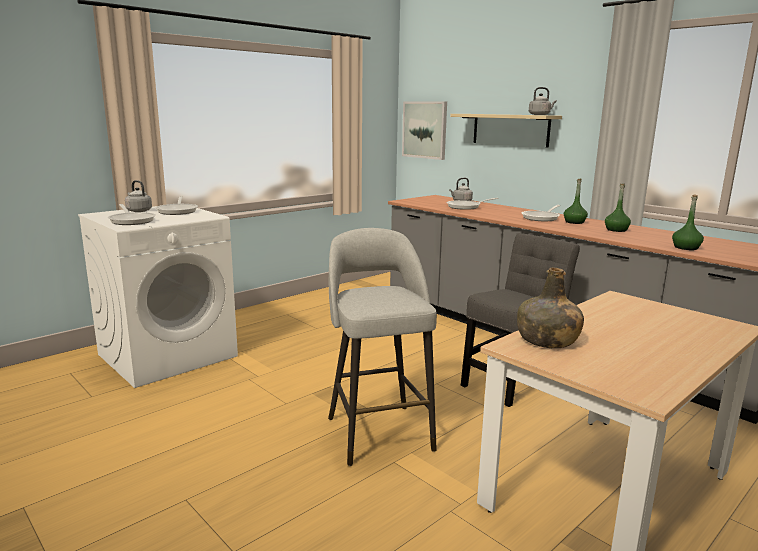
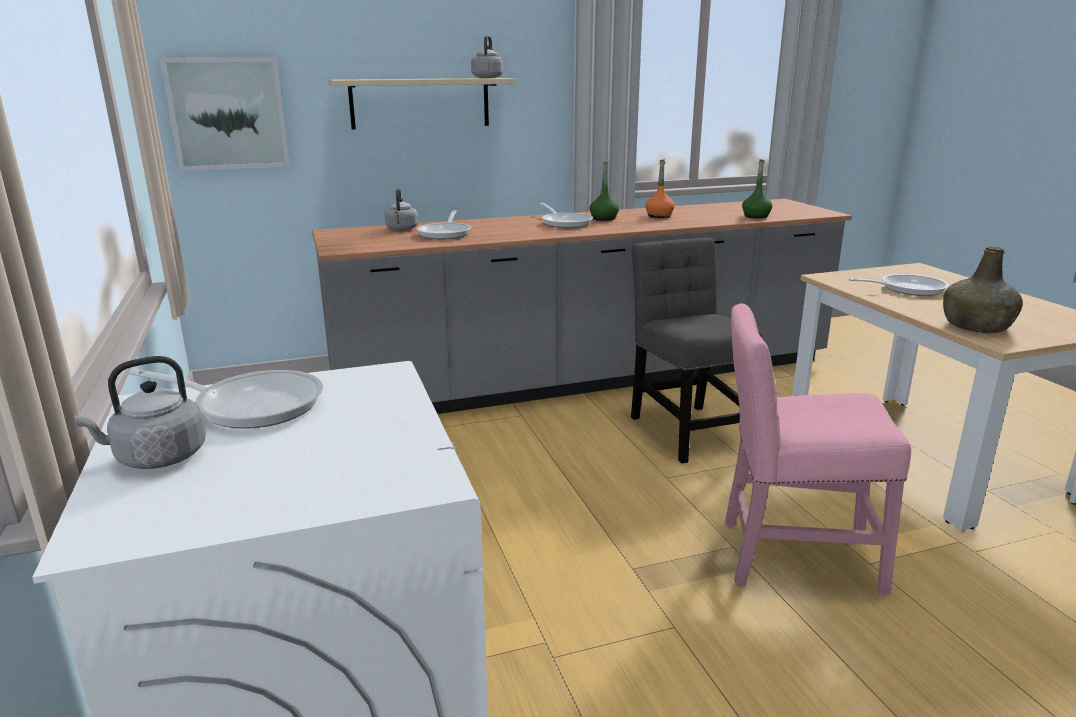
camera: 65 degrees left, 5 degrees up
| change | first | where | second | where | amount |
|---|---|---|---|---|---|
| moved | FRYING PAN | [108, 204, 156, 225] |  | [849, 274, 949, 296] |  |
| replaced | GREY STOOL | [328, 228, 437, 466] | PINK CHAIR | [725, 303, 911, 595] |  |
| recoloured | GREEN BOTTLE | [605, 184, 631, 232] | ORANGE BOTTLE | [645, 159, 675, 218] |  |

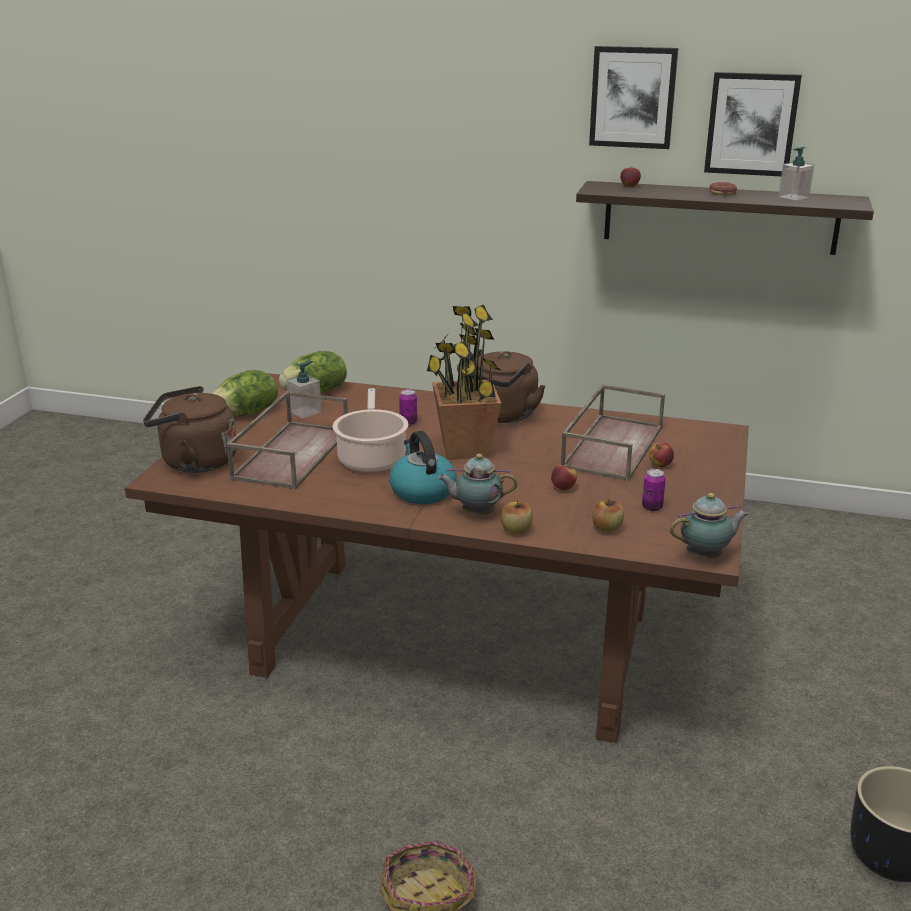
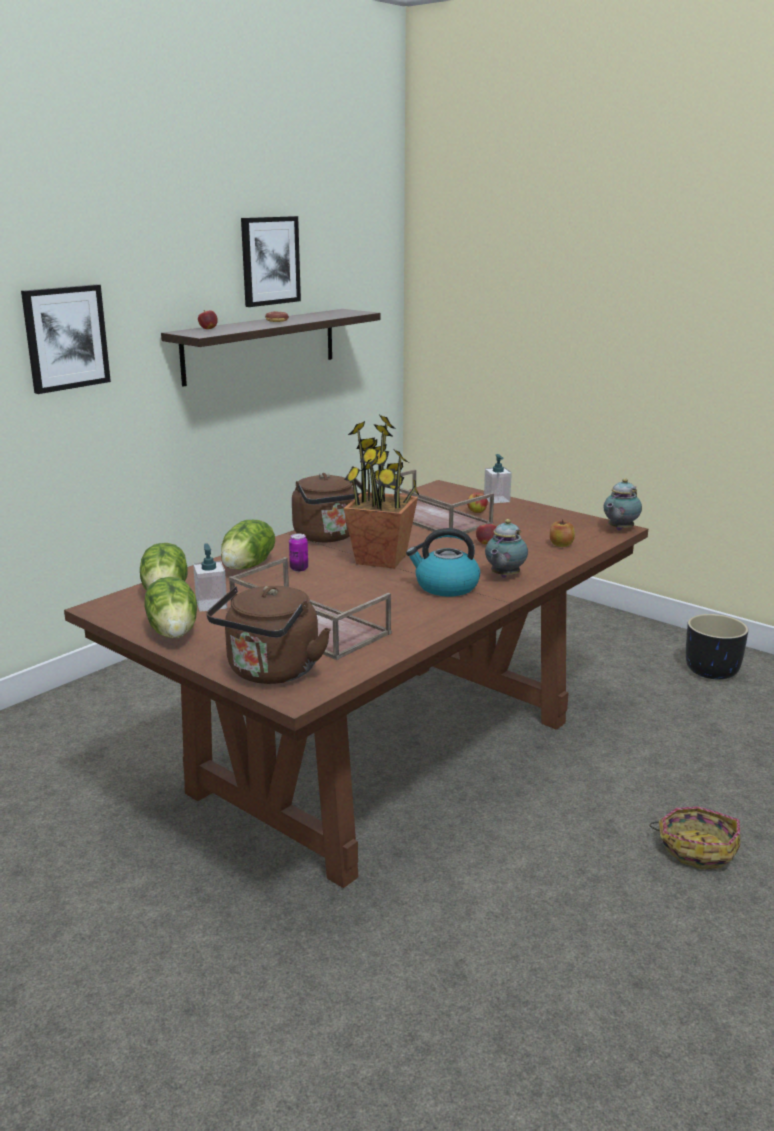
camera: 65 degrees left, 5 degrees down
| change | first | where | second | where | amount |
|---|---|---|---|---|---|
| removed | COOKING POT | [333, 388, 408, 472] |  |  |  |
| removed | APPLE | [501, 500, 532, 535] |  |  |  |
| removed | CAN | [642, 469, 666, 511] |  |  |  |
| added |  |  | LETTUCE | [221, 520, 275, 569] |  |
| moved | PICTURE | [589, 46, 678, 149] |  | [21, 284, 111, 394] |  |
| moved | SOAP DISPENSER | [778, 147, 814, 201] |  | [484, 454, 512, 503] |  |
| turned | TEAPOT | [670, 493, 749, 559] |  | [604, 478, 642, 531] | 150 degrees counterclockwise |

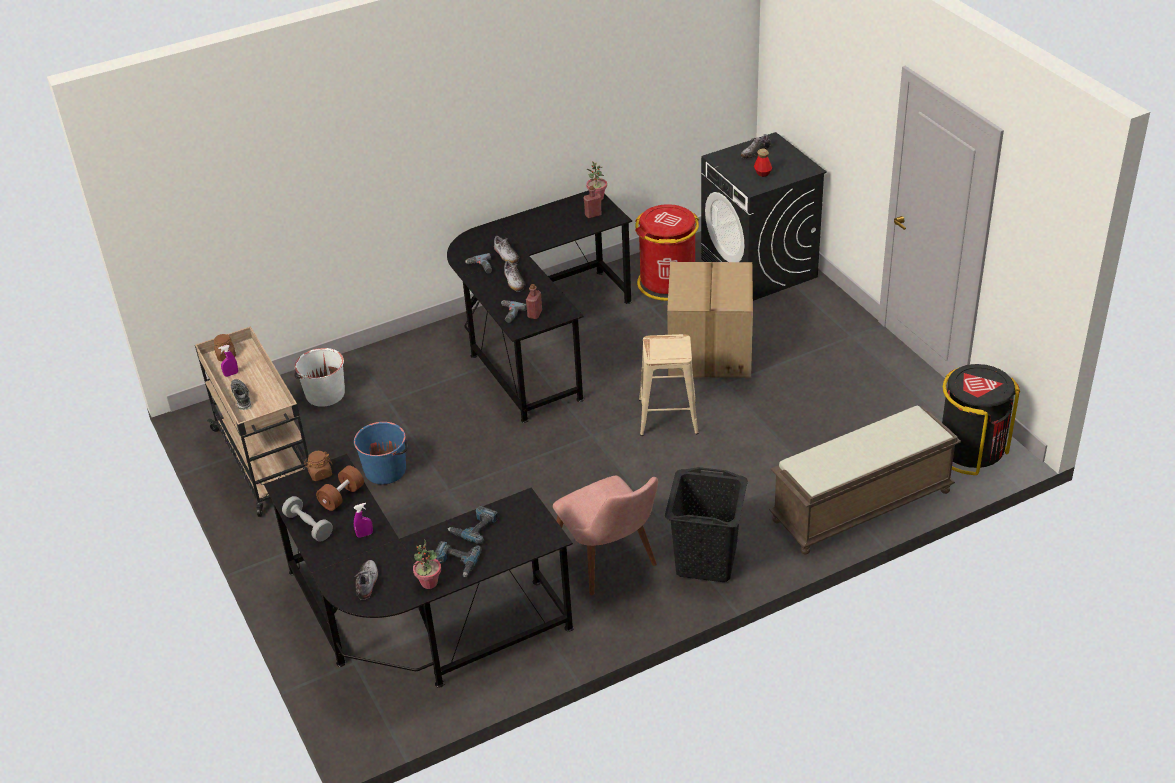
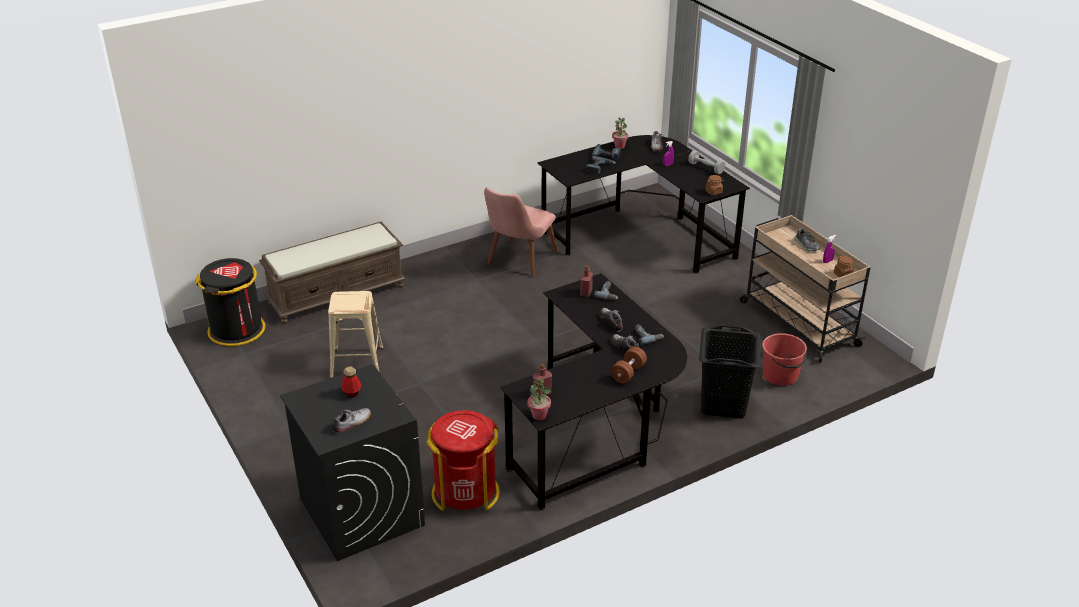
camera: 175 degrees right, 5 degrees down
| change | first | where | second | where | amount |
|---|---|---|---|---|---|
| removed | BLUE BUCKET | [354, 422, 408, 484] |  |  |  |
| removed | CARDBOARD BOX | [667, 262, 753, 378] |  |  |  |
| moved | BROWN DUMBBELL | [316, 465, 364, 511] |  | [611, 347, 647, 384] |  |
| moved | BEIGE STOOL | [639, 334, 698, 436] |  | [328, 291, 383, 378] |  |
| moved | BLACK LAUNDRY BASKET | [665, 467, 748, 582] |  | [699, 325, 761, 419] |  |
| recoloured | WHITE BUCKET | [294, 348, 345, 407] | RED BUCKET | [762, 333, 807, 386] |  |
| turned | PINK CHAIR | [553, 476, 658, 595] |  | [484, 187, 558, 277] | 120 degrees counterclockwise |

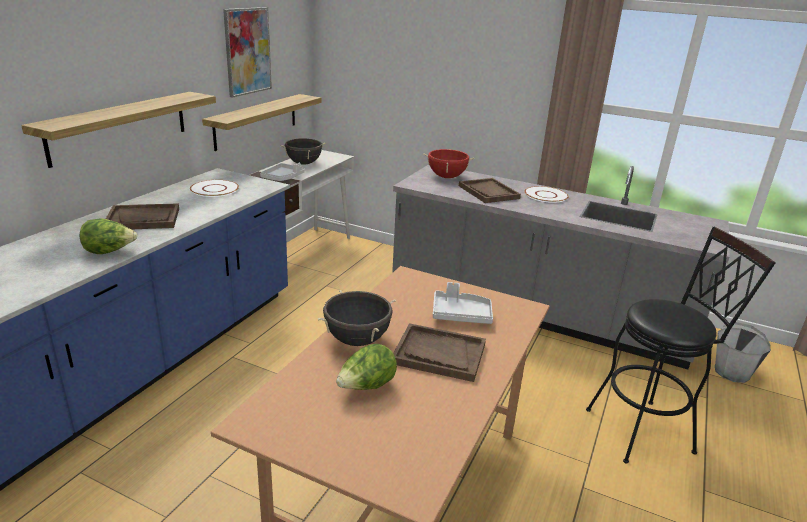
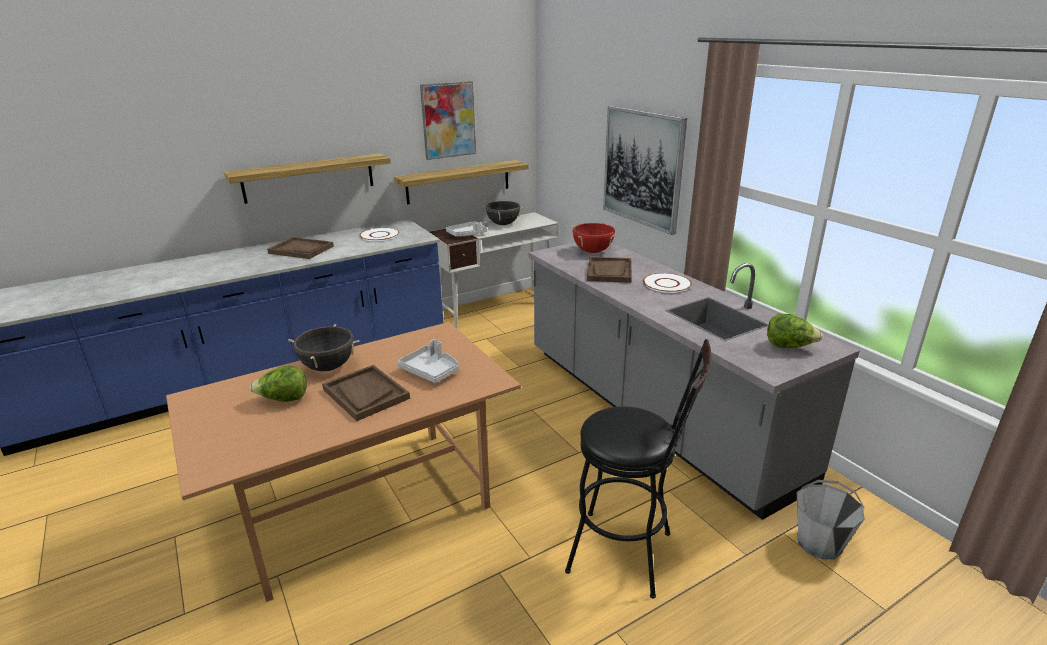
camera: 35 degrees right, 0 degrees up
| change | first | where | second | where | amount |
|---|---|---|---|---|---|
| added |  |  | PICTURE | [603, 106, 687, 235] |  |
| moved | LETTUCE | [80, 219, 137, 254] |  | [767, 314, 823, 348] |  |

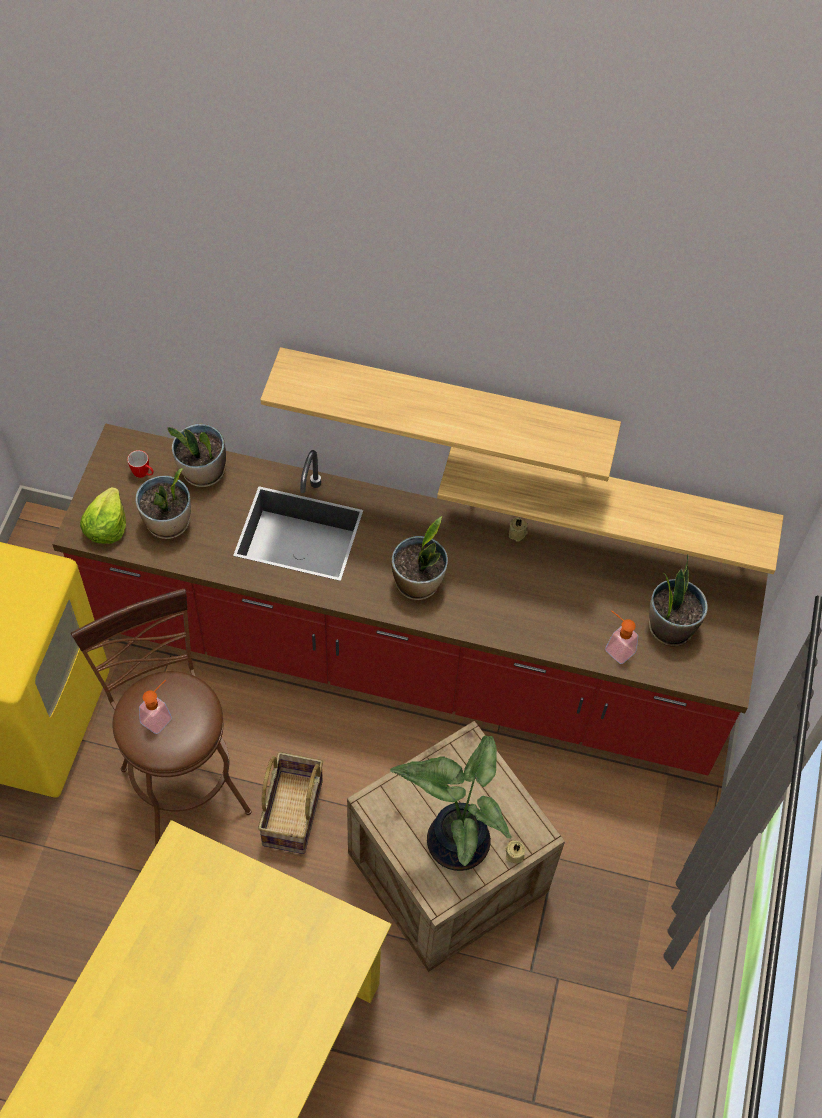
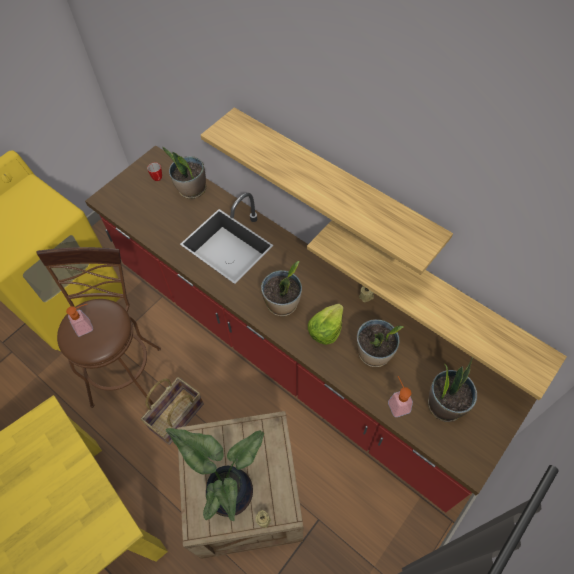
camera: 30 degrees right, 0 degrees up
| change | first | where | second | where | amount |
|---|---|---|---|---|---|
| moved | LETTUCE | [80, 487, 126, 544] |  | [308, 304, 344, 345] |  |
| moved | POTTED PLANT | [135, 468, 191, 539] |  | [357, 319, 404, 367] |  |

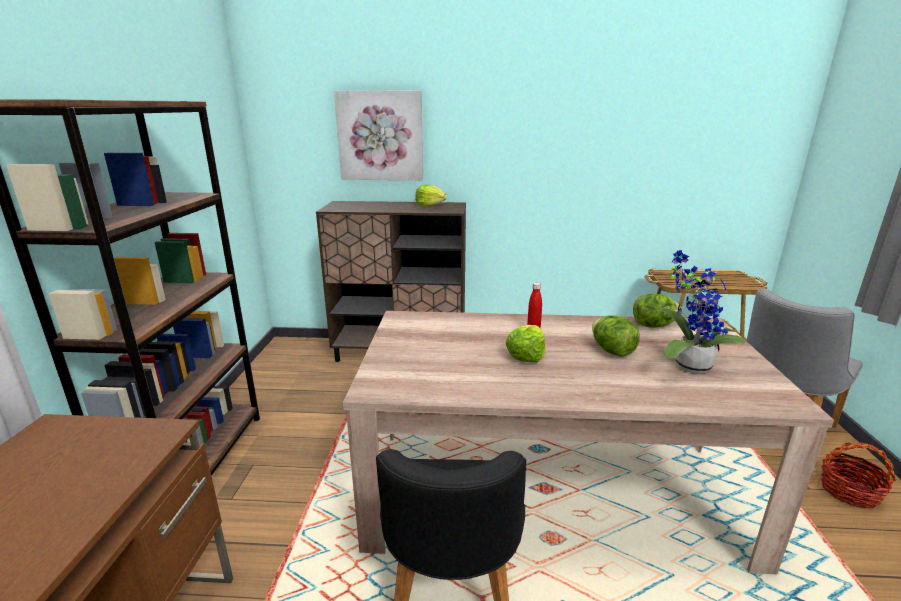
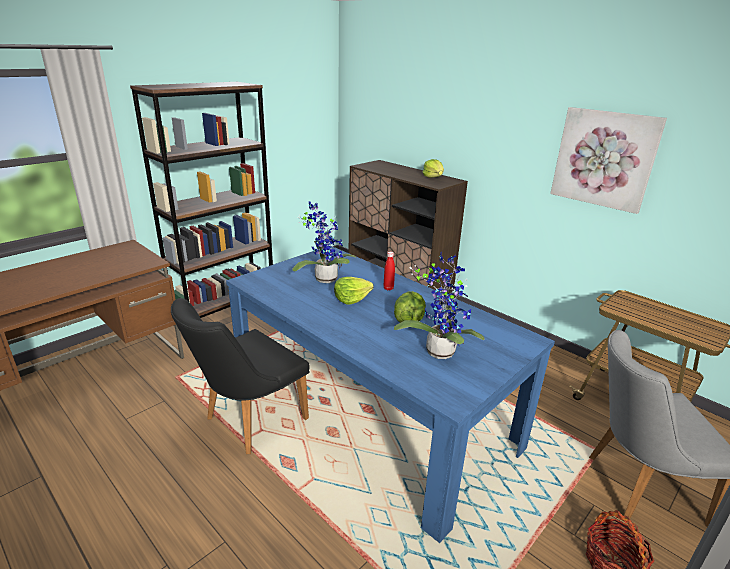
camera: 40 degrees right, 5 degrees up
| change | first | where | second | where | amount |
|---|---|---|---|---|---|
| removed | LETTUCE | [633, 293, 682, 328] |  |  |  |
| added |  |  | POTTED PLANT | [292, 202, 357, 283] |  |
| moved | PICTURE | [334, 91, 423, 180] |  | [550, 107, 667, 214] |  |
| recoloured | BEIGE DINING TABLE | [343, 311, 834, 574] | BLUE DINING TABLE | [226, 246, 555, 543] |  |

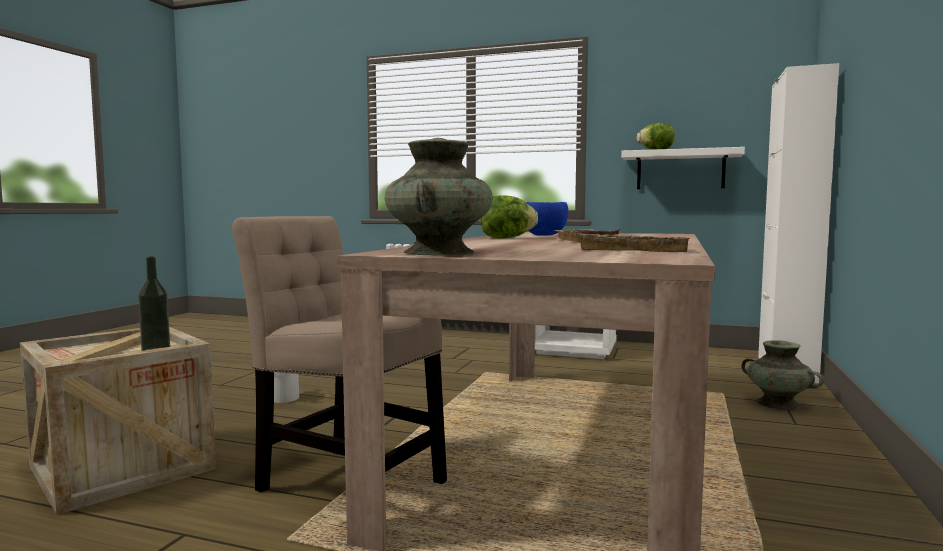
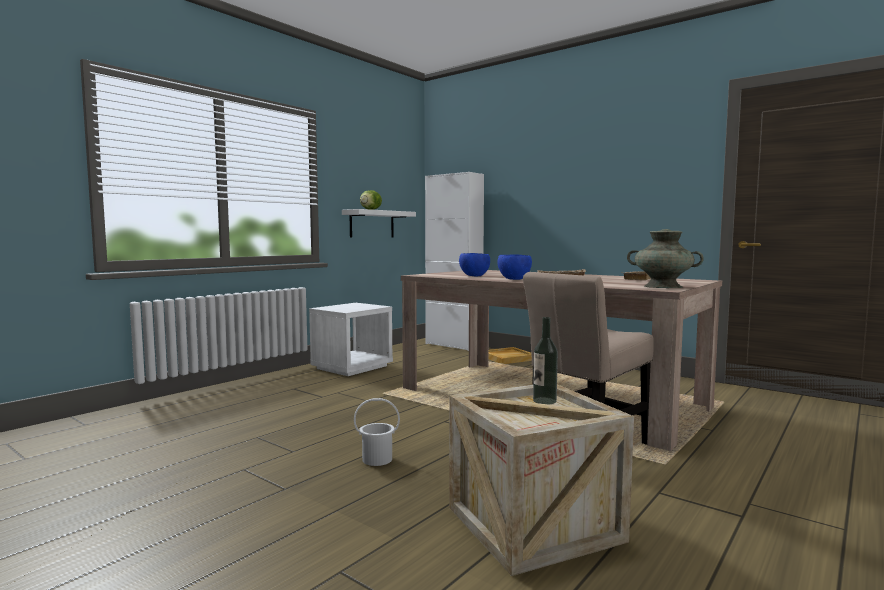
camera: 70 degrees left, 0 degrees up
| change | first | where | second | where | amount |
|---|---|---|---|---|---|
| replaced | LETTUCE | [480, 195, 538, 238] | BLUE BOWL | [498, 254, 532, 280] |  |
| replaced | TURQUOISE VASE | [741, 340, 824, 410] | BEIGE TRAY | [489, 347, 532, 364] |  |

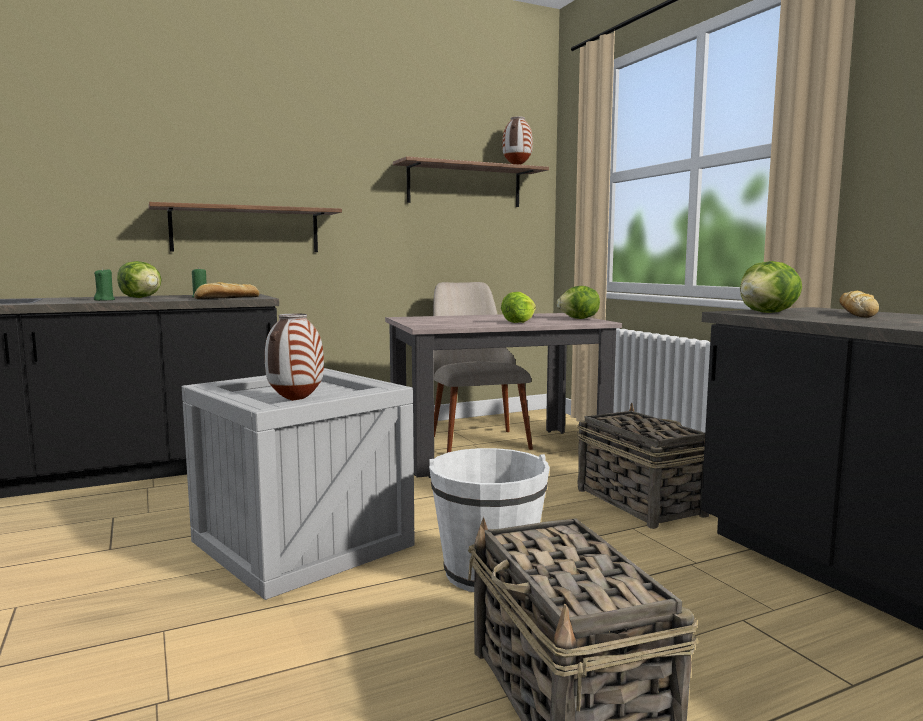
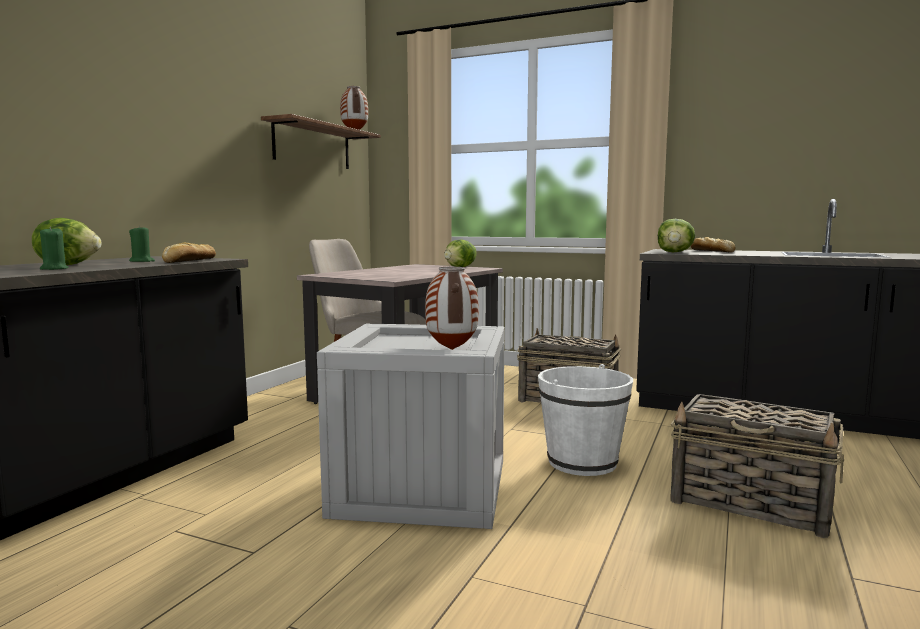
camera: 40 degrees left, 0 degrees up
| change | first | where | second | where | amount |
|---|---|---|---|---|---|
| removed | SHELF | [148, 202, 342, 252] |  |  |  |
| removed | LETTUCE | [501, 292, 536, 323] |  |  |  |

